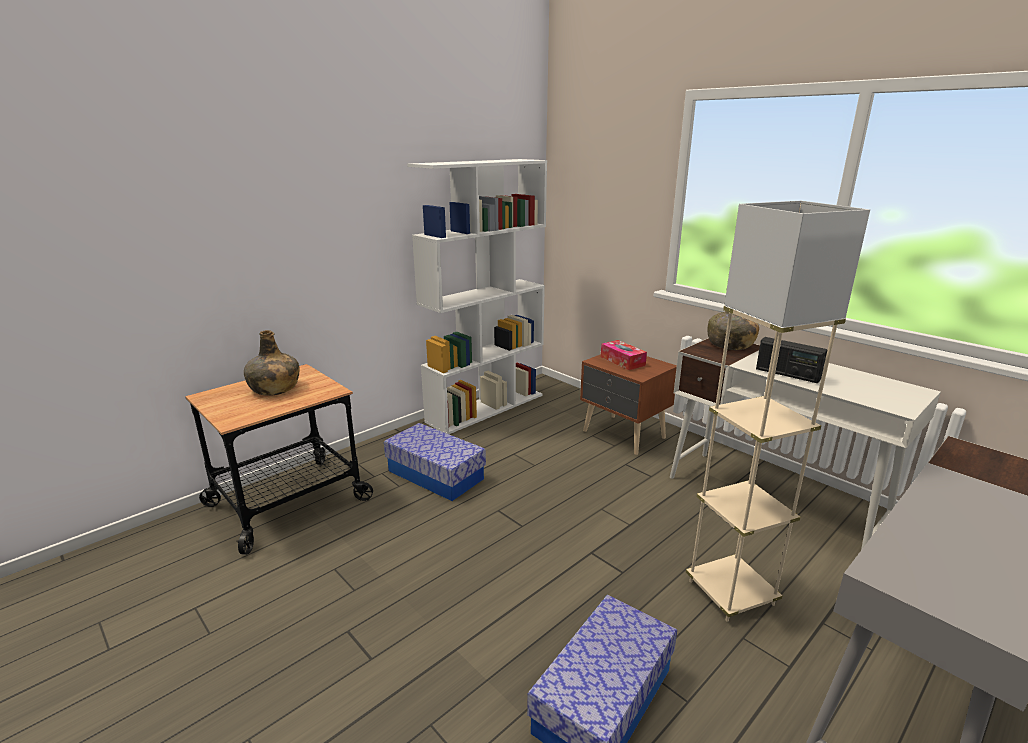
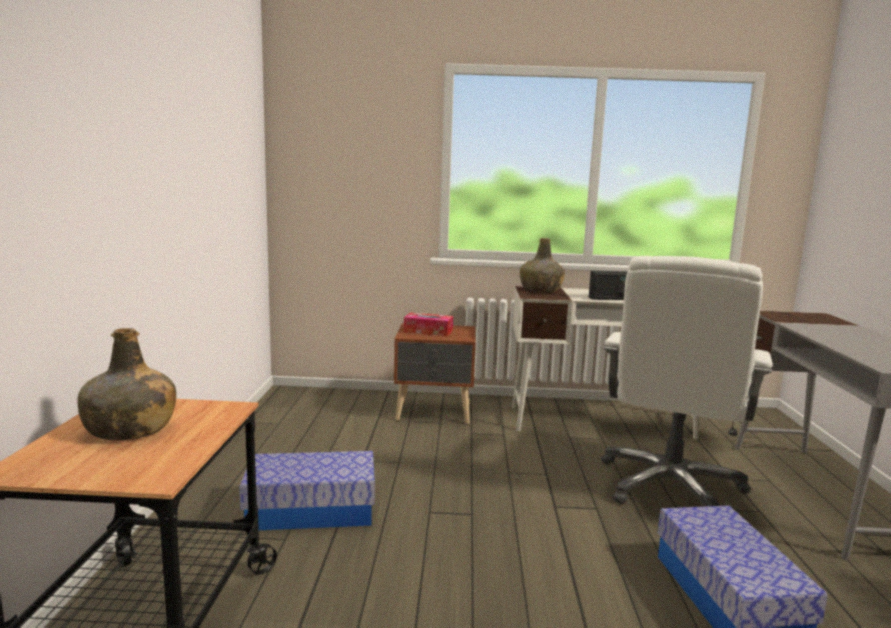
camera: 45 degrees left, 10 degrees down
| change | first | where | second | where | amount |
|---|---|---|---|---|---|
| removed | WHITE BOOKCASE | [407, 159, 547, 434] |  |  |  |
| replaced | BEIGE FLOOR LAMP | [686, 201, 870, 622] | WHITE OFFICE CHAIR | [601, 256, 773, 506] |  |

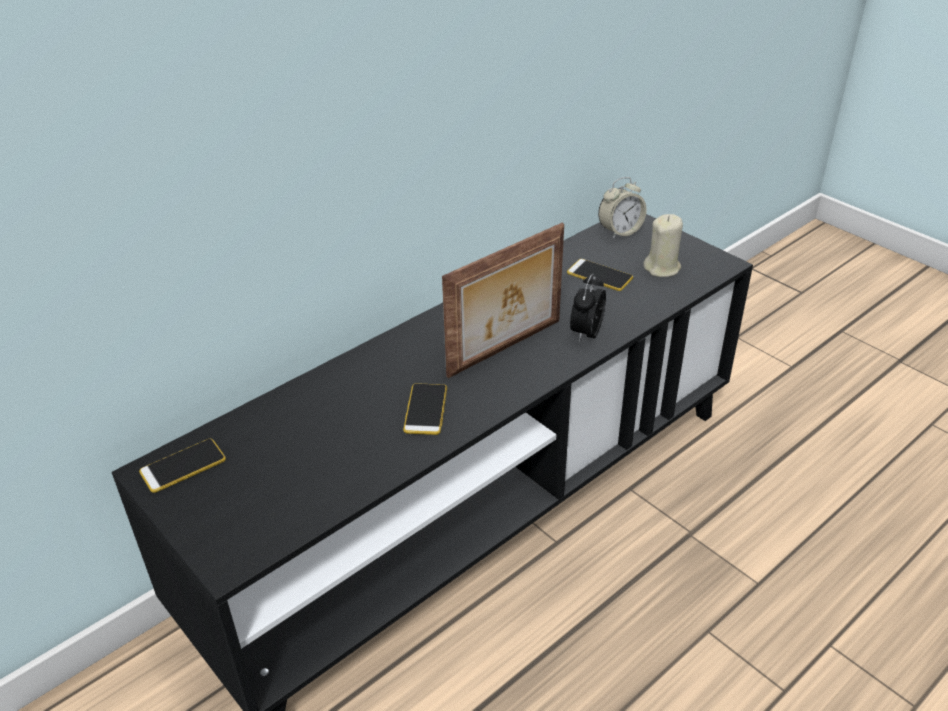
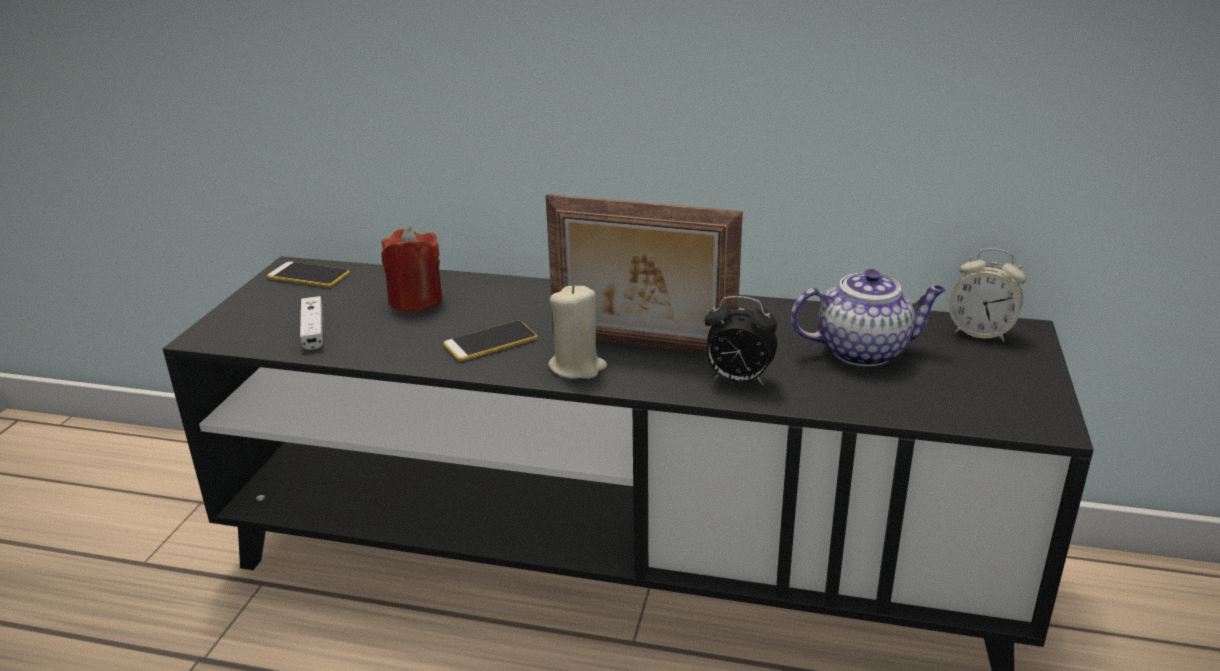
camera: 55 degrees right, 10 degrees down
| change | first | where | second | where | amount |
|---|---|---|---|---|---|
| added |  |  | WHITE GAME CONTROLLER | [300, 296, 323, 350] |  |
| added |  |  | RED CANDLE | [382, 226, 442, 312] |  |
| moved | BEIGE CANDLE | [643, 214, 683, 277] |  | [548, 285, 607, 379] |  |
| replaced | PHONE | [567, 259, 633, 291] | TEAPOT | [791, 269, 946, 366] |  |
| turned | ALARM CLOCK | [570, 273, 606, 342] |  | [704, 296, 777, 385] | 150 degrees counterclockwise |

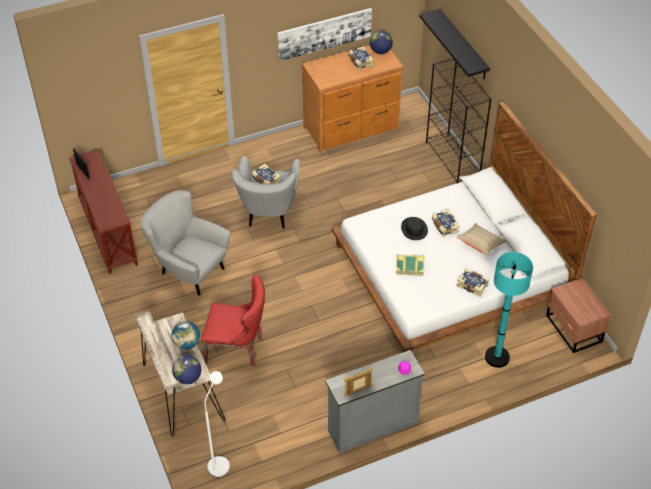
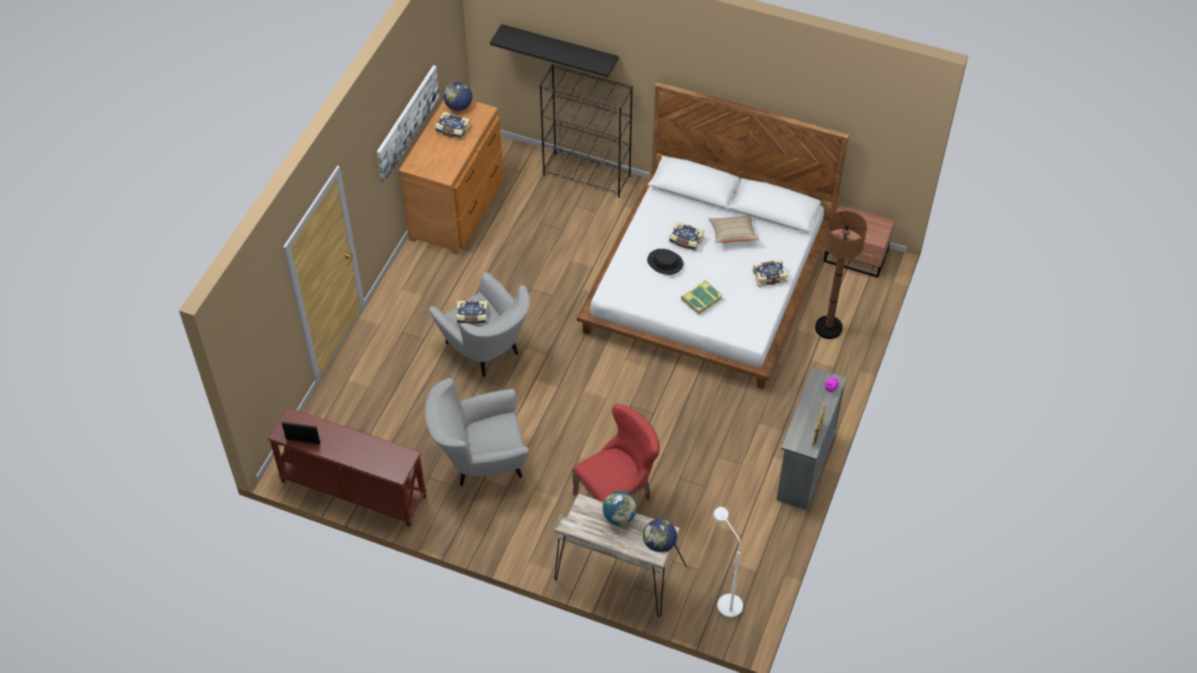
camera: 45 degrees left, 5 degrees up
| change | first | where | second | where | amount |
|---|---|---|---|---|---|
| recoloured | TURQUOISE FLOOR LAMP | [485, 252, 533, 368] | BROWN FLOOR LAMP | [815, 211, 867, 339] |  |

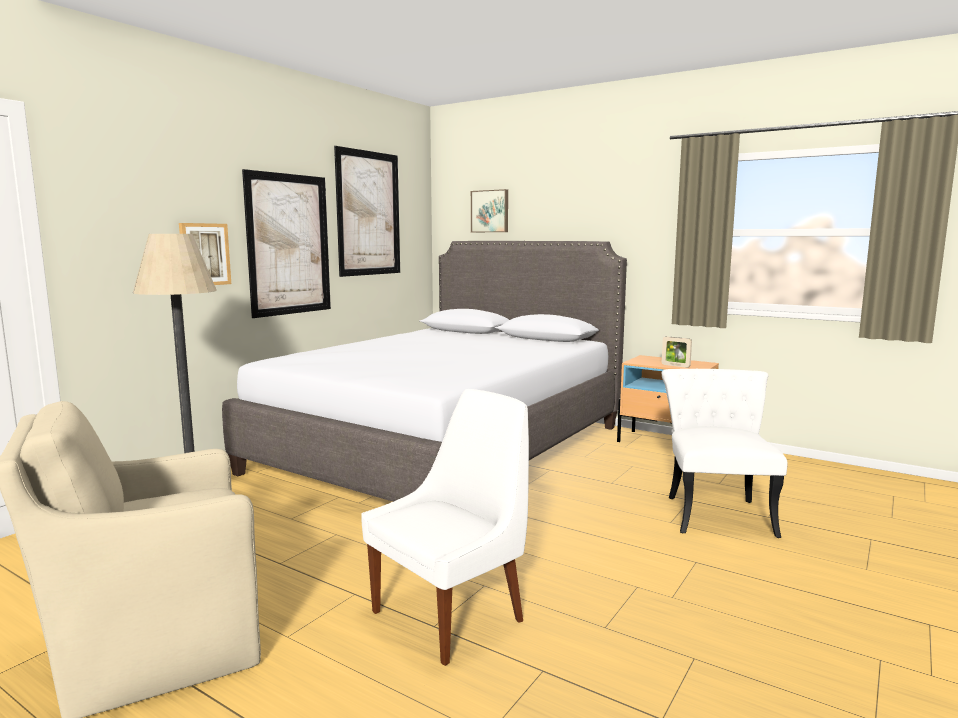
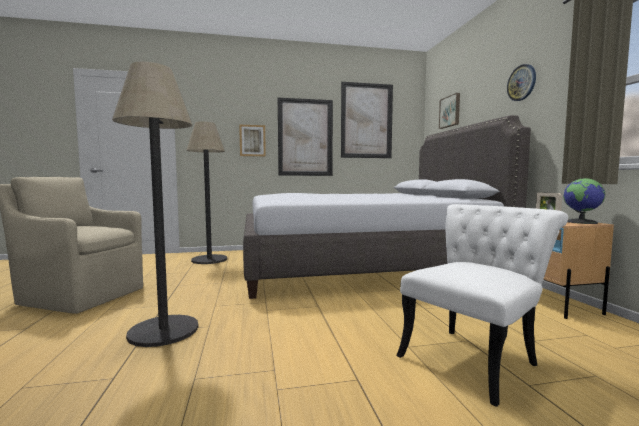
camera: 45 degrees right, 5 degrees down
| change | first | where | second | where | amount |
|---|---|---|---|---|---|
| added |  |  | WALL CLOCK | [507, 64, 536, 101] |  |
| added |  |  | GLOBE | [563, 178, 605, 224] |  |
| replaced | WHITE CHAIR | [361, 389, 529, 666] | FLOOR LAMP | [112, 62, 198, 347] |  |

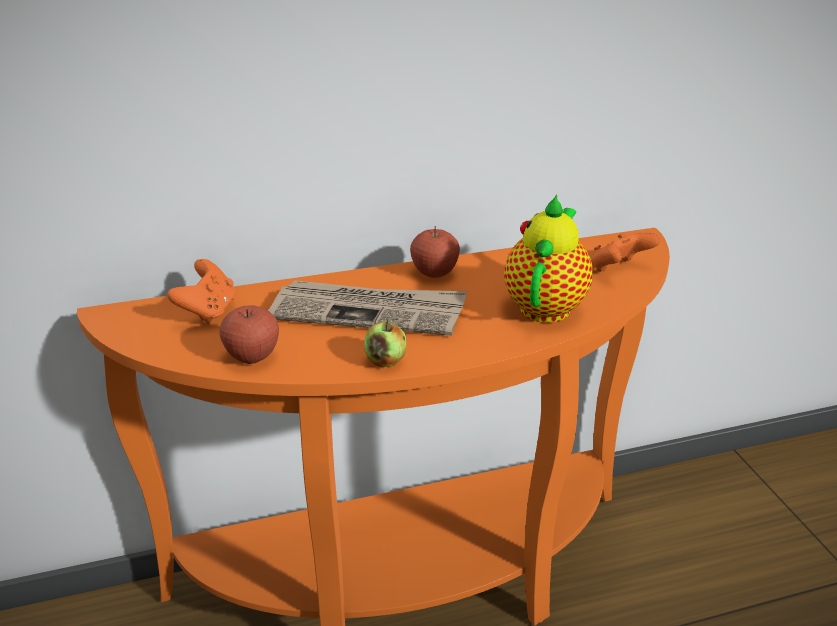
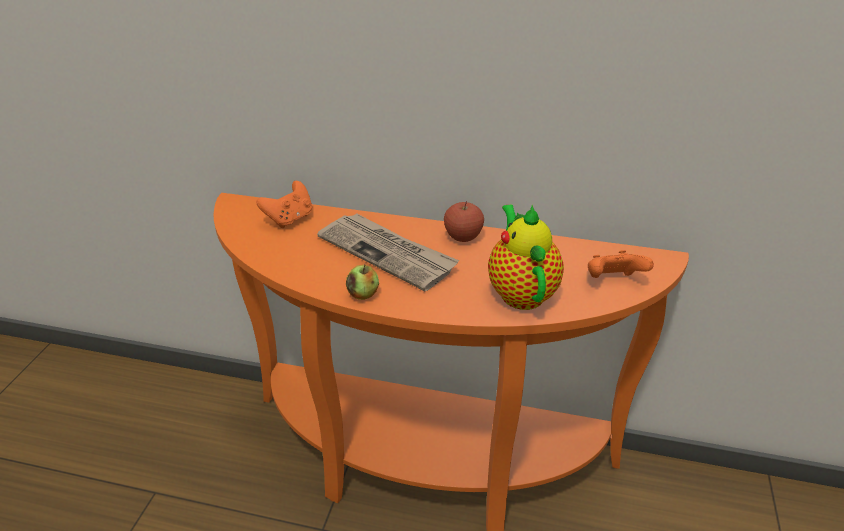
camera: 30 degrees right, 5 degrees up
| change | first | where | second | where | amount |
|---|---|---|---|---|---|
| removed | APPLE | [219, 305, 279, 364] |  |  |  |
| turned | TEAPOT | [504, 195, 593, 323] |  | [488, 204, 564, 310] | 60 degrees counterclockwise |

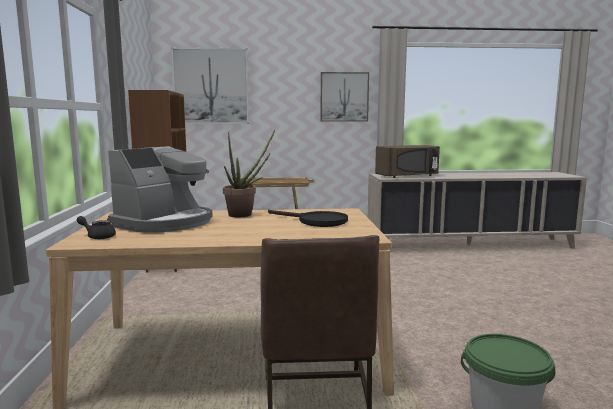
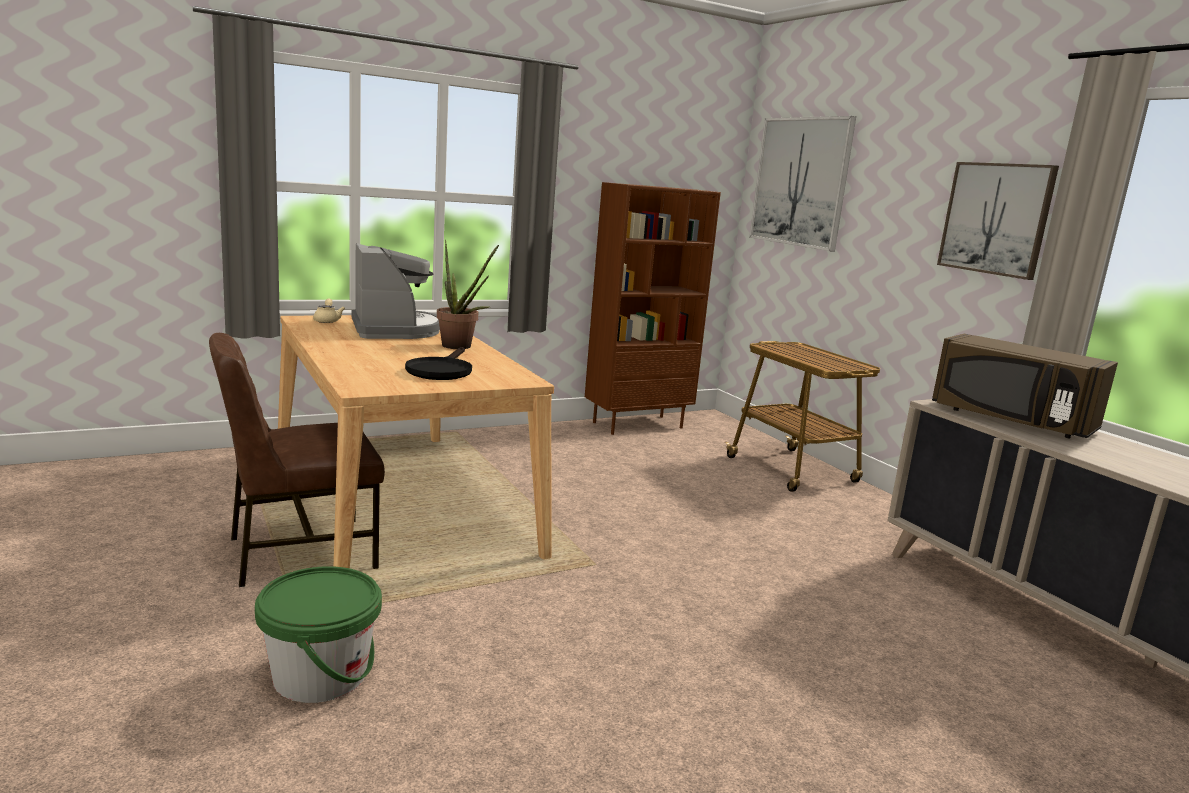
camera: 65 degrees right, 5 degrees up
| change | first | where | second | where | amount |
|---|---|---|---|---|---|
| recoloured | BLACK TEAPOT | [76, 216, 116, 239] | BEIGE TEAPOT | [313, 298, 345, 323] |  |
| turned | COFFEE MACHINE | [108, 146, 213, 233] |  | [352, 243, 440, 339] | 120 degrees counterclockwise |

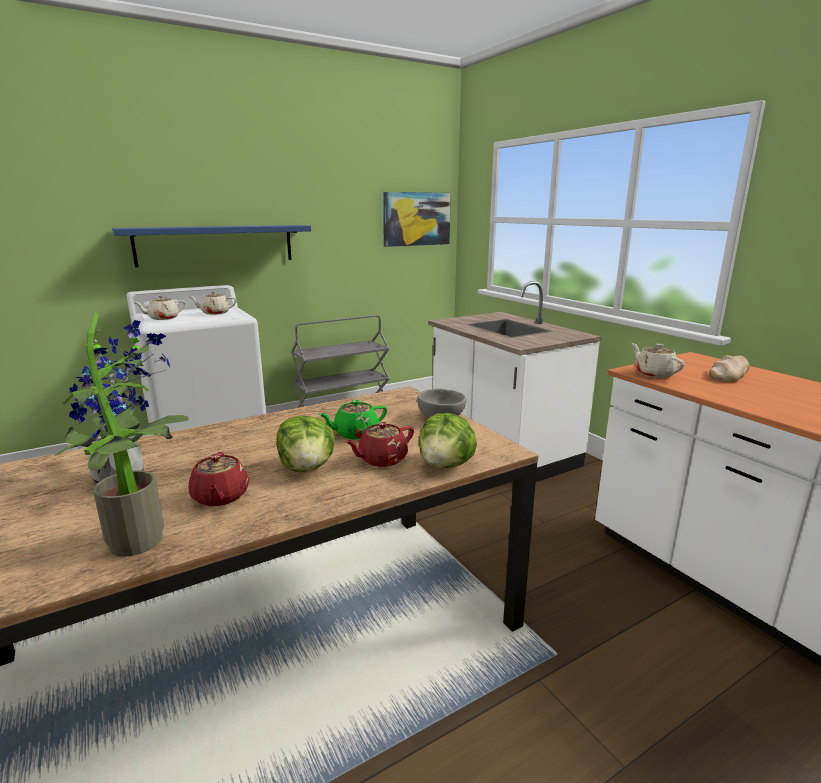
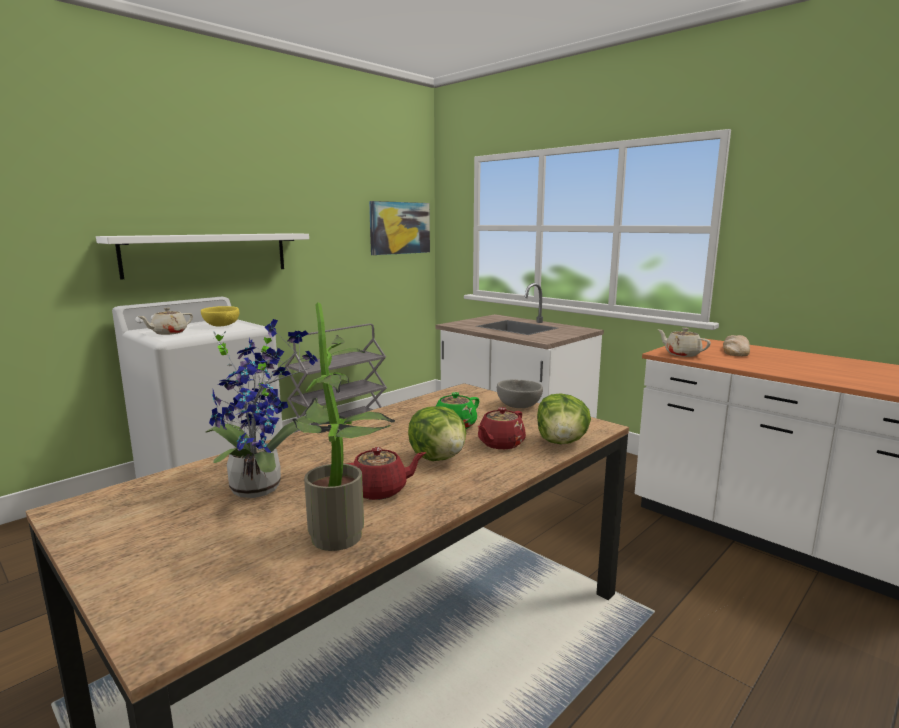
camera: 15 degrees left, 5 degrees down
| change | first | where | second | where | amount |
|---|---|---|---|---|---|
| replaced | BEIGE TEAPOT | [188, 291, 237, 315] | YELLOW BOWL | [201, 306, 239, 326] |  |
| recoloured | BLUE SHELF | [112, 225, 311, 267] | WHITE SHELF | [96, 233, 309, 280] |  |
| turned | RED TEAPOT | [188, 452, 249, 506] |  | [346, 447, 426, 500] | 75 degrees counterclockwise |

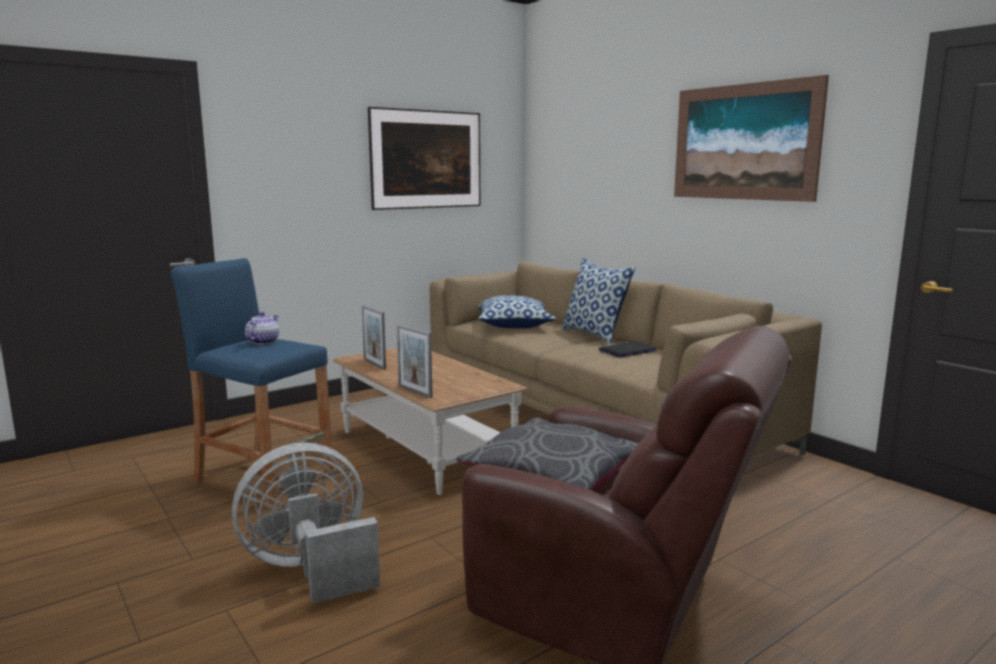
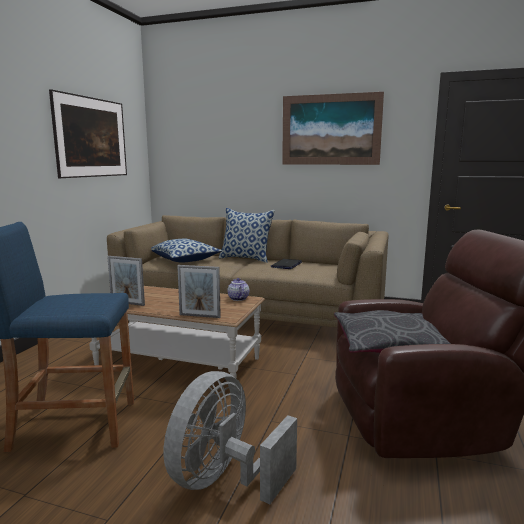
camera: 35 degrees left, 0 degrees up
| change | first | where | second | where | amount |
|---|---|---|---|---|---|
| moved | TEAPOT | [245, 312, 279, 344] |  | [227, 278, 249, 301] |  |

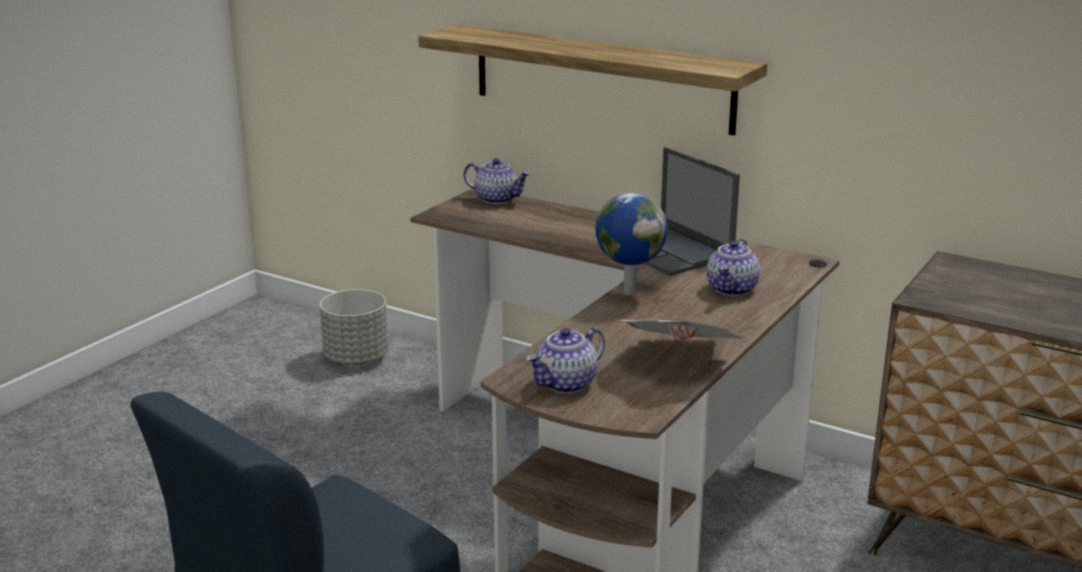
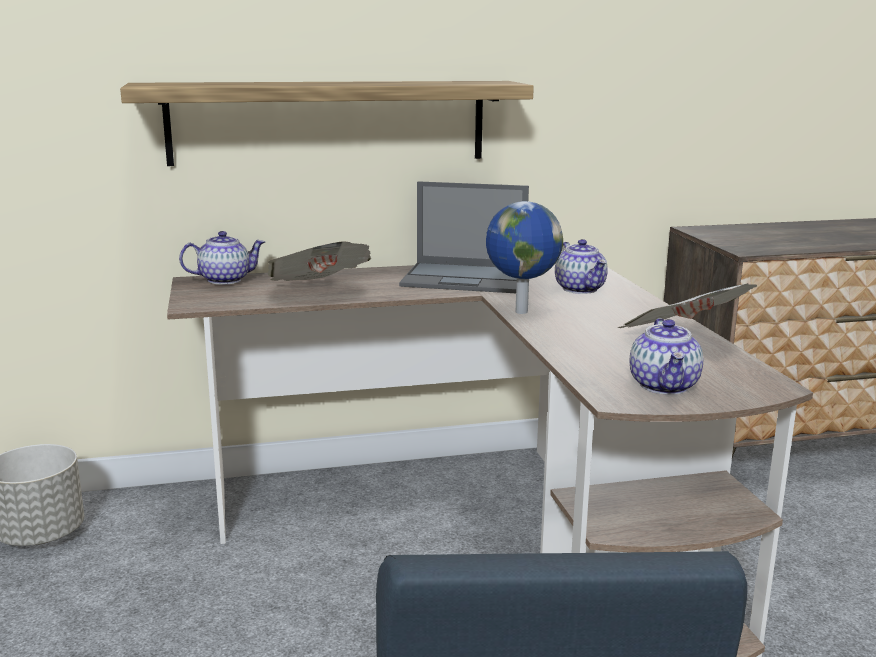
camera: 45 degrees left, 5 degrees down
| change | first | where | second | where | amount |
|---|---|---|---|---|---|
| added |  |  | NEWSPAPER | [268, 241, 371, 281] |  |

